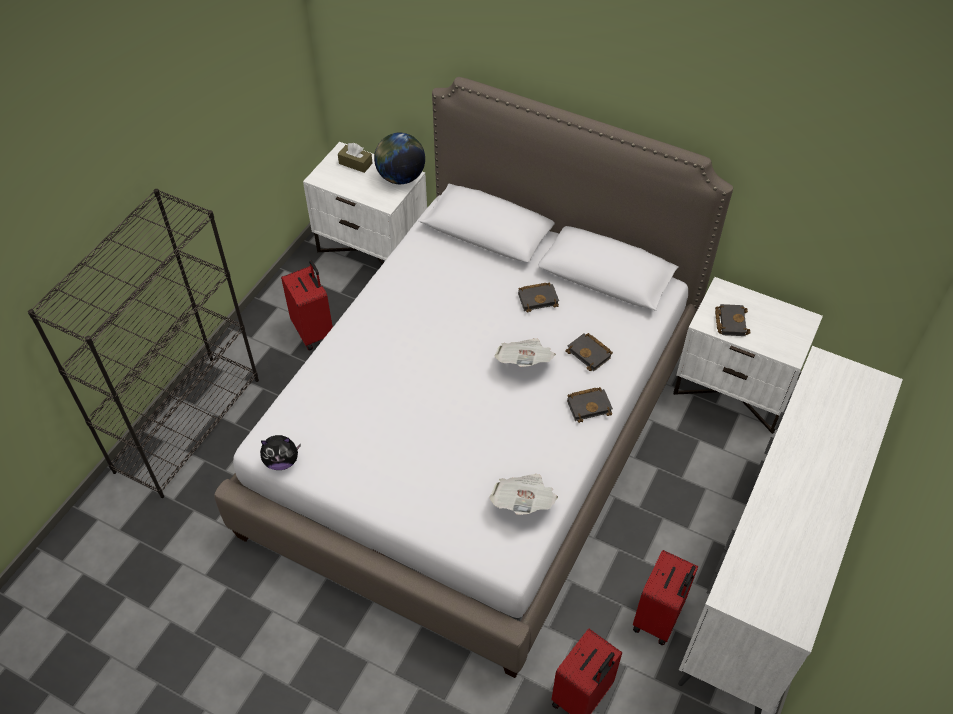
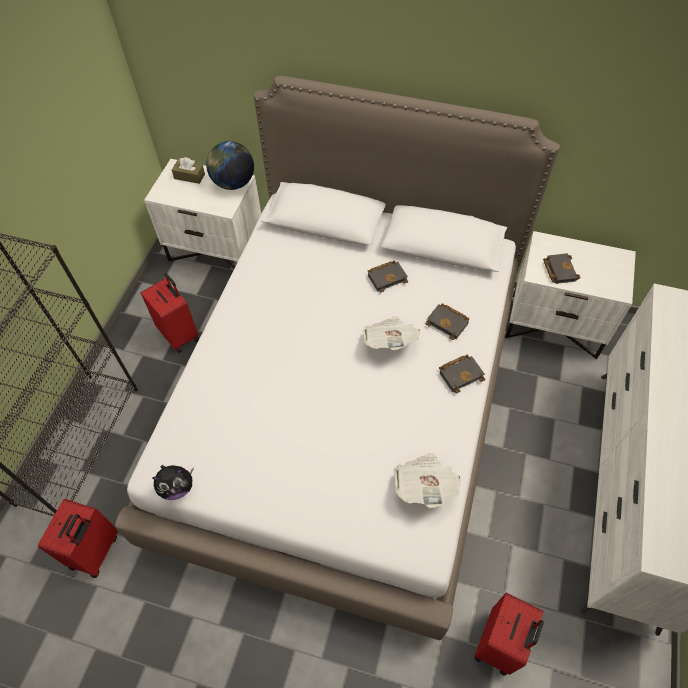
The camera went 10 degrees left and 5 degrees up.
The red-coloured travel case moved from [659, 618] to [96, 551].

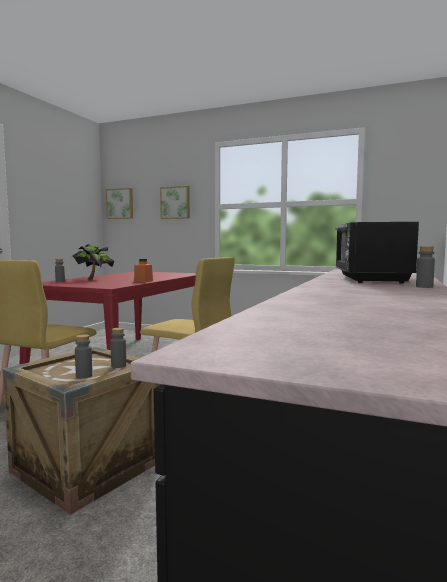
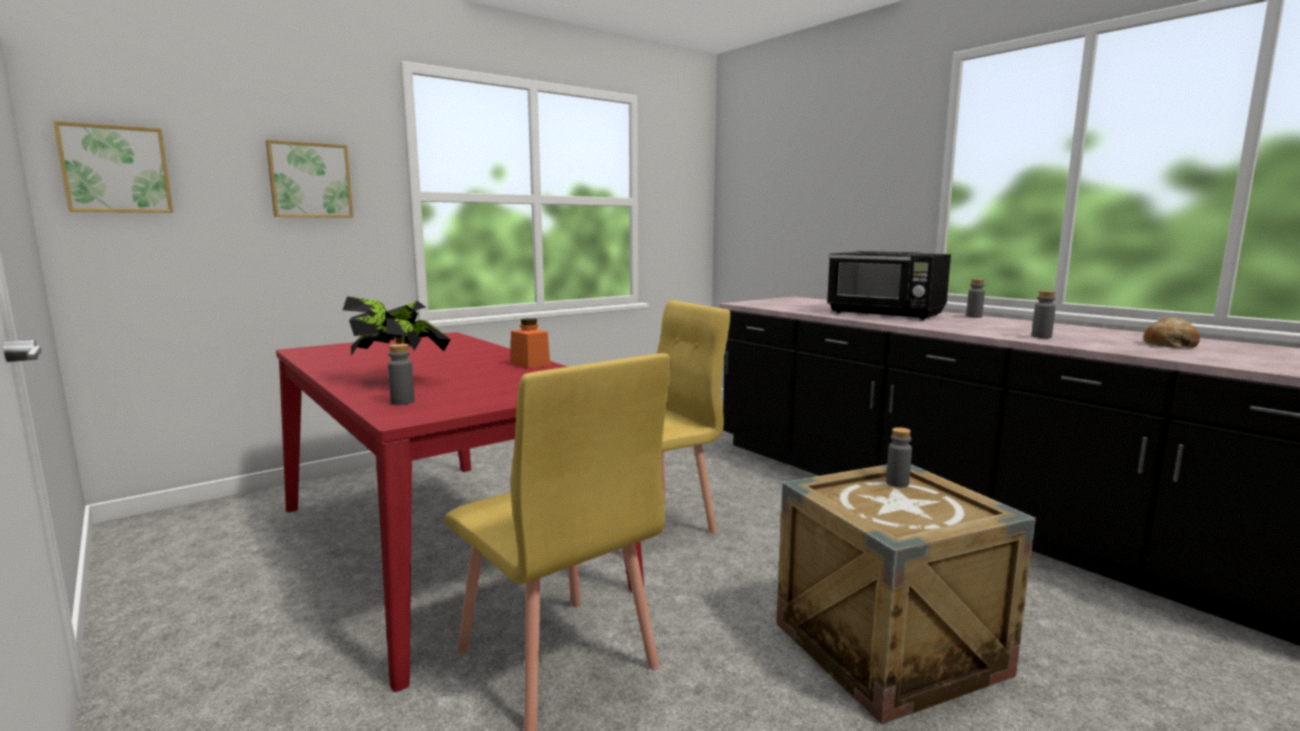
The camera went 60 degrees left and 5 degrees up.
The grey beverage bottle moved from [84, 375] to [1041, 337].
The baked bread at [1169, 344] appeared.

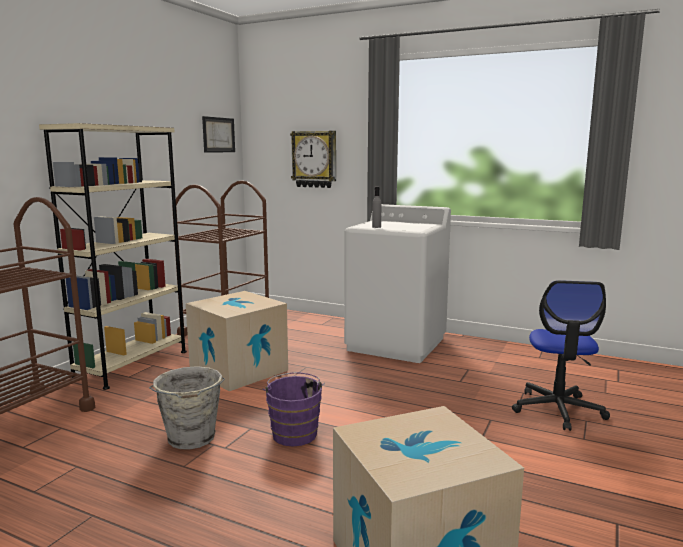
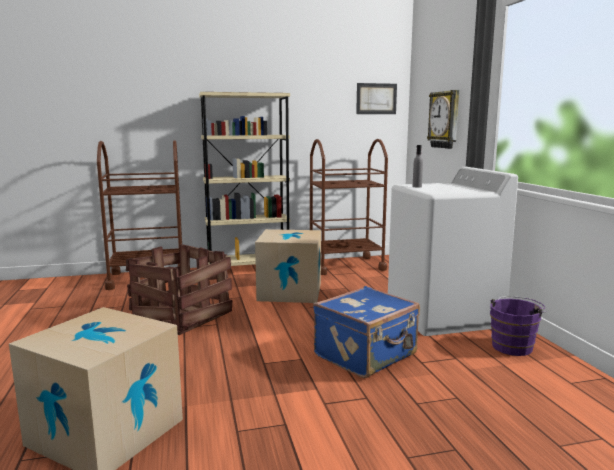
The camera went 50 degrees right and 0 degrees up.
The desk chair at [558, 410] disappeared.
The grey bucket at [191, 439] was replaced by the shipping crate at [182, 316].
The purple bucket moved from [294, 433] to [513, 346].
The blue travel case at [367, 355] appeared.

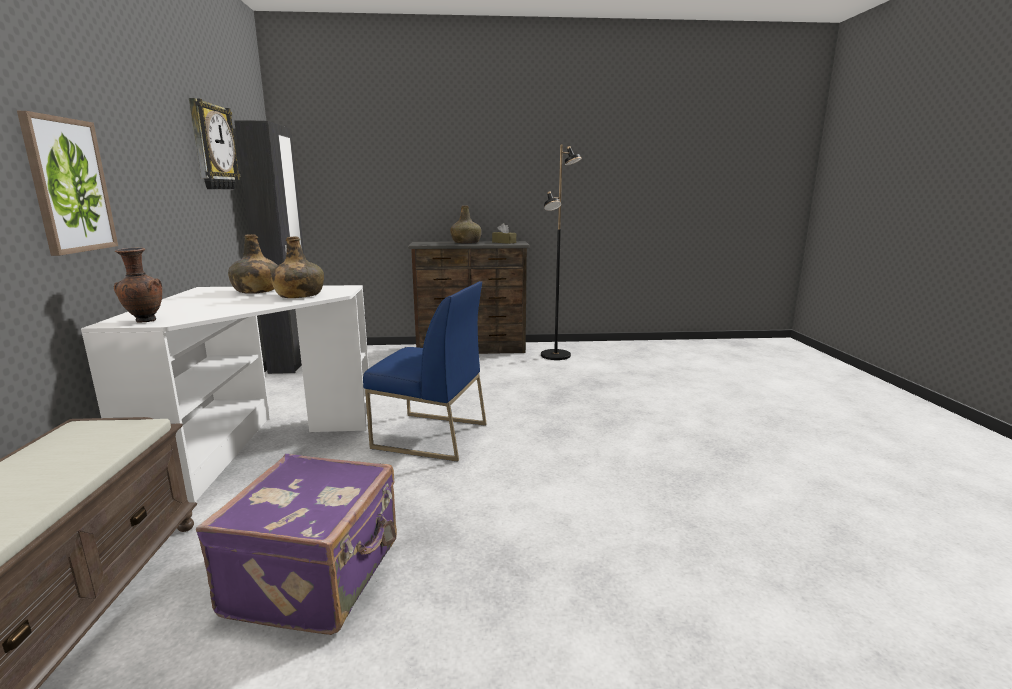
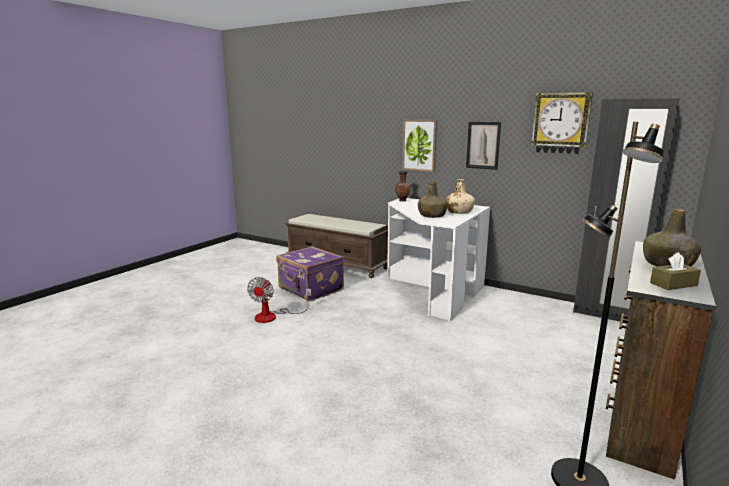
The camera went 125 degrees right and 0 degrees up.
The green-coloured beverage bottle at [256, 291] became the beige-coloured beverage bottle at [459, 212].
The blue chair at [429, 436] disappeared.
The picture at [483, 145] appeared.
The electric fan at [273, 316] appeared.

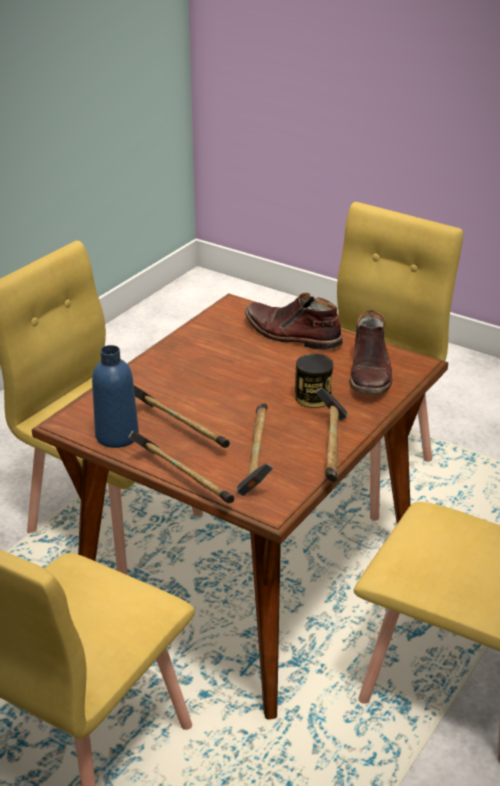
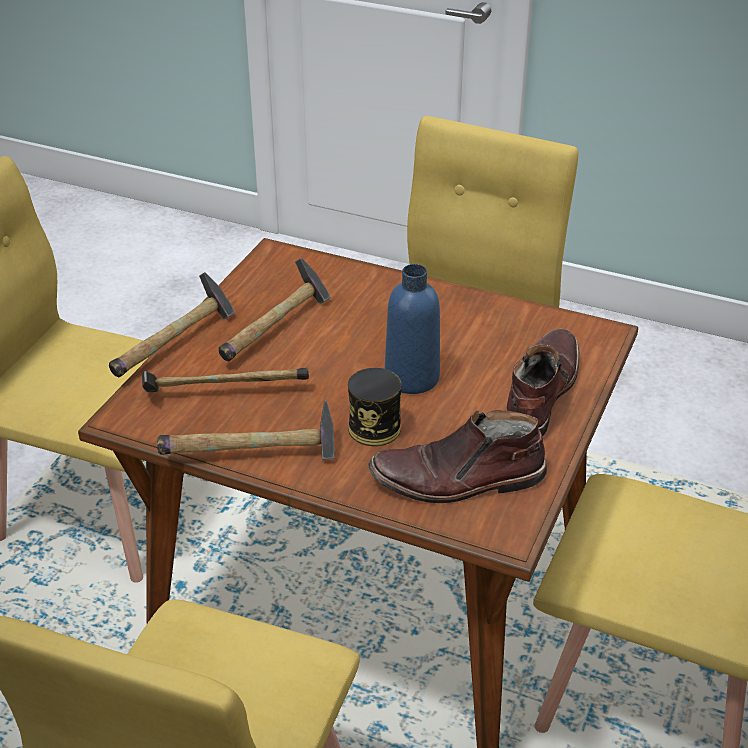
The camera went 80 degrees right and 5 degrees up.
The blue beverage bottle moved from [117, 436] to [412, 378].

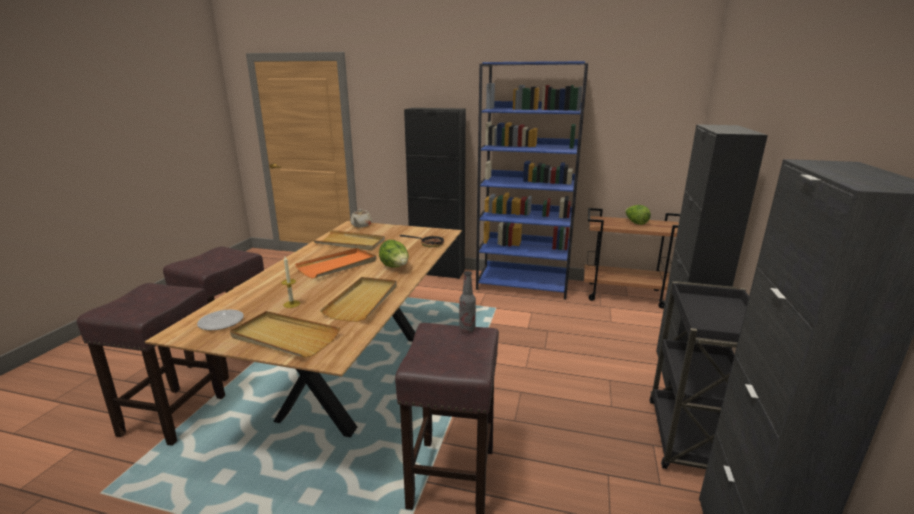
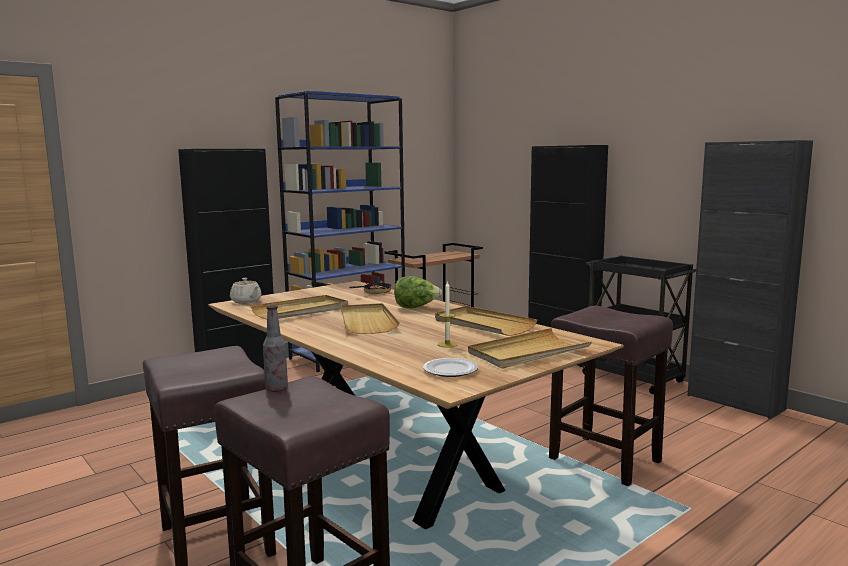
The camera went 55 degrees left and 10 degrees down.
The lettuce head at [635, 223] disappeared.
The orange-coloured carrying tray at [338, 265] became the beige-coloured carrying tray at [367, 321].
The beverage bottle moved from [467, 330] to [276, 389].

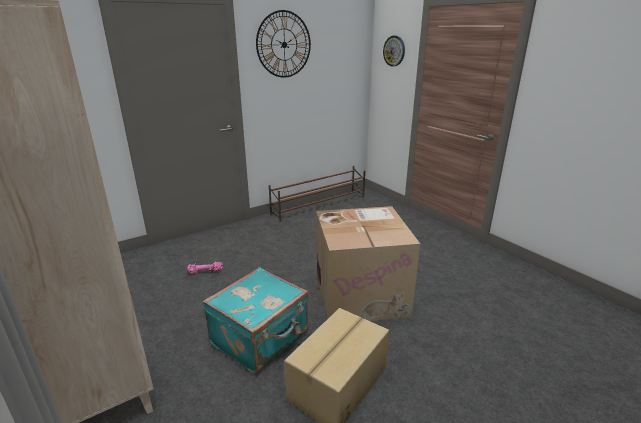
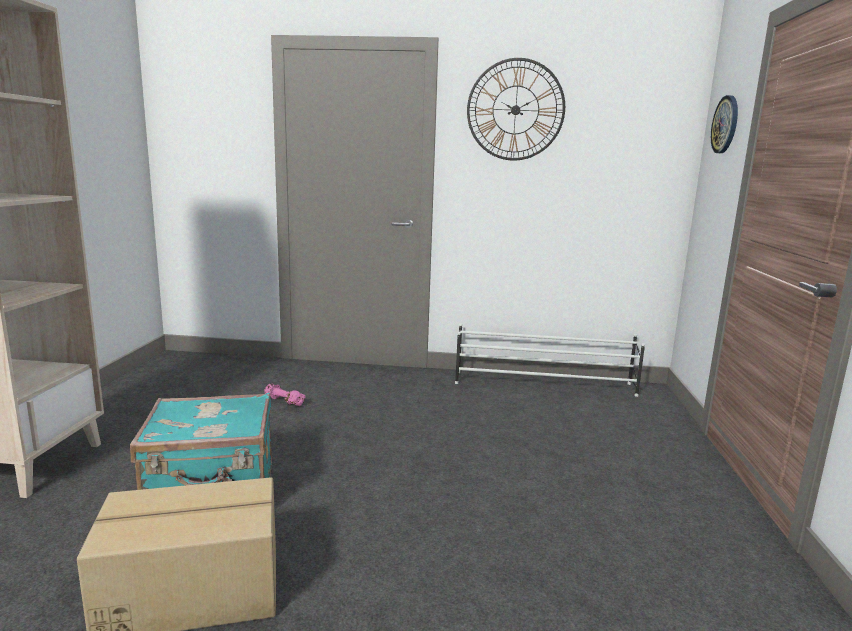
The camera went 40 degrees right and 10 degrees down.
The brown-coloured shoe rack at [319, 205] became the whitish shoe rack at [544, 384].
The packing box at [361, 294] disappeared.

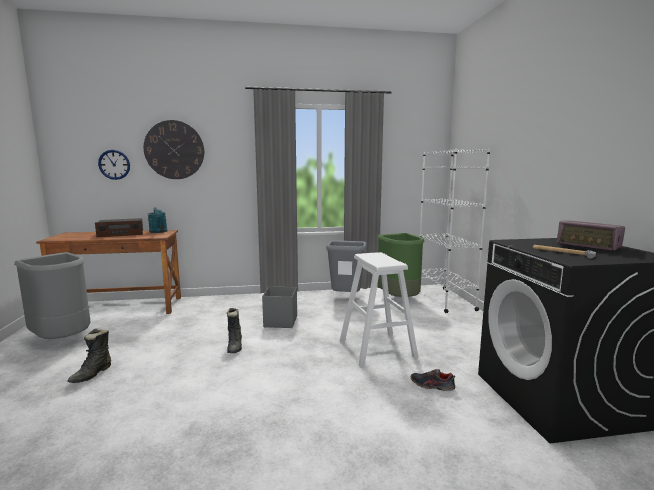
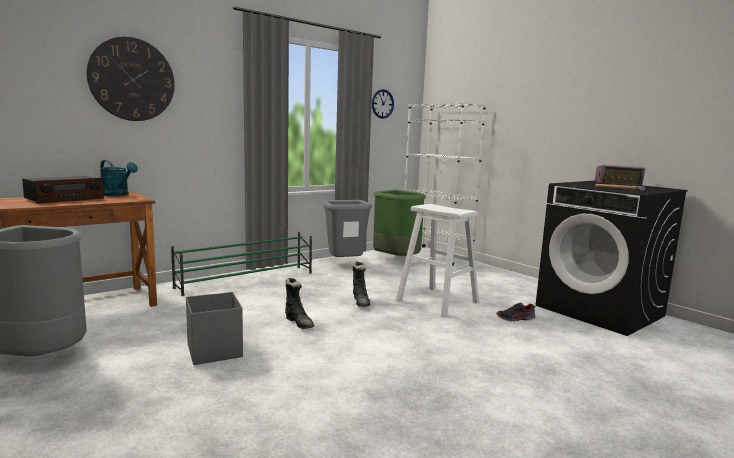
The camera went 30 degrees left and 0 degrees up.
The hanging clock moved from [114, 164] to [382, 104].
The grey storage container moved from [281, 321] to [215, 350].
The black tall boot moved from [92, 374] to [361, 302].
The green-coloured shoe rack at [247, 280] appeared.

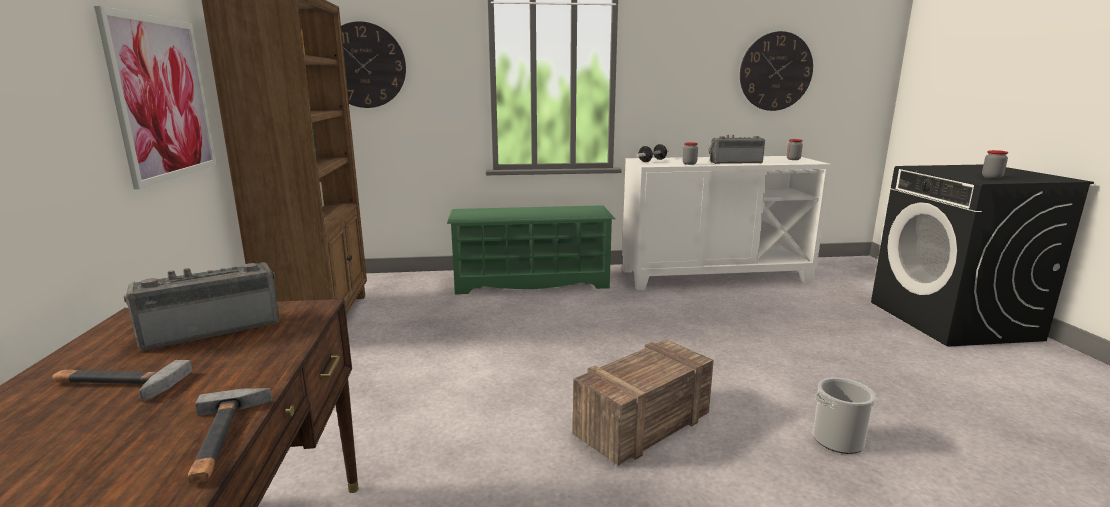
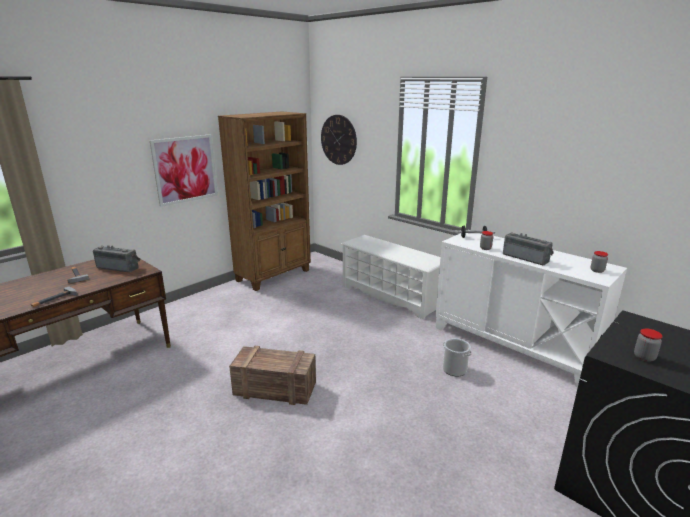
The camera went 50 degrees right and 5 degrees up.
The hanging clock at [775, 71] disappeared.
The green-coloured shoe rack at [531, 282] became the whitish shoe rack at [391, 296].
The bucket moved from [837, 440] to [454, 369].

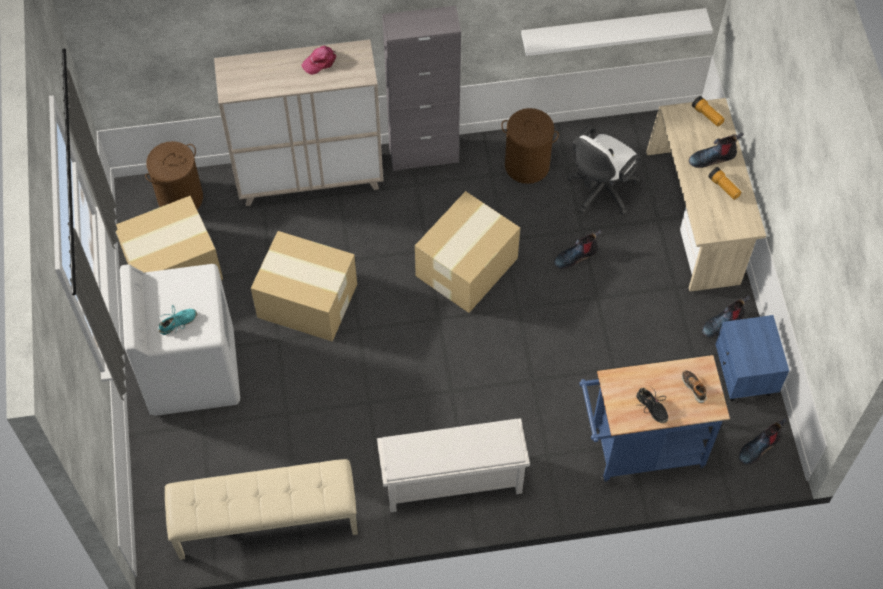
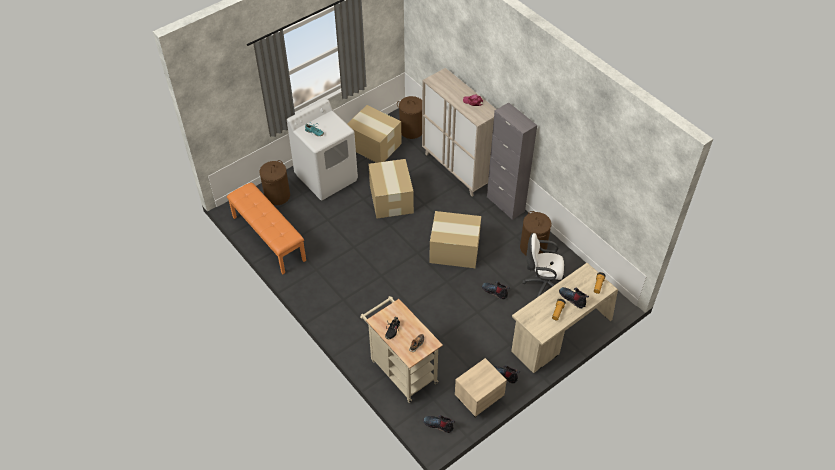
The camera went 60 degrees right and 10 degrees down.
The whitish shelf at [612, 29] disappeared.
The blue nightstand at [744, 375] became the beige-coloured nightstand at [478, 399].
The blue wheeled cart at [639, 449] became the beige-coloured wheeled cart at [401, 369].
The whitish shoe rack at [451, 483] disappeared.
The beige-coloured indoor bench at [266, 523] became the orange-coloured indoor bench at [268, 238].
The brown-coloured hamper at [277, 196] appeared.

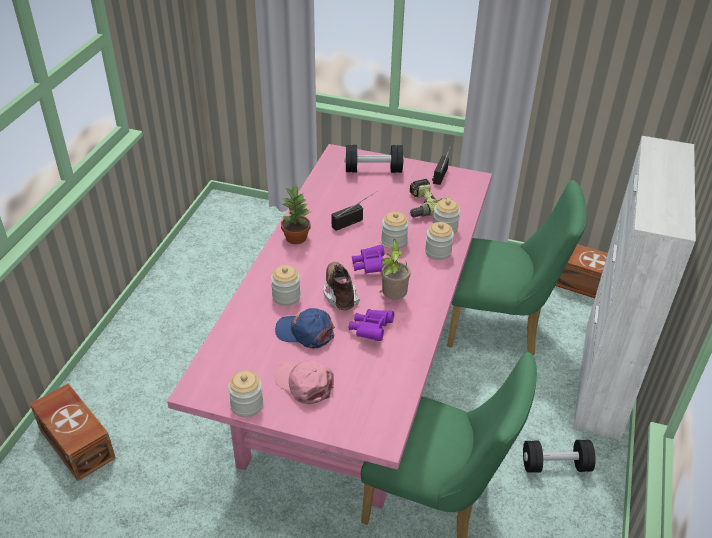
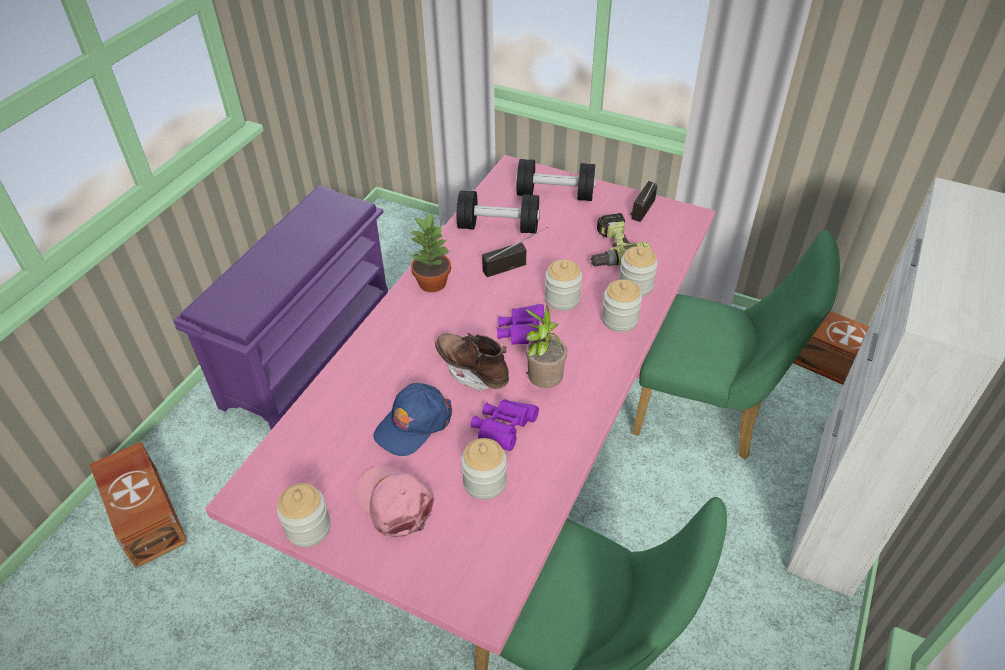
The camera went 10 degrees right and 5 degrees up.
The brown-coloured tall boot at [340, 294] turned 45 degrees counterclockwise.
The storage jar moved from [286, 296] to [484, 482].
The blue cap at [305, 332] turned 75 degrees counterclockwise.
The black dumbbell moved from [555, 465] to [498, 227].
The purple shoe rack at [309, 348] appeared.

